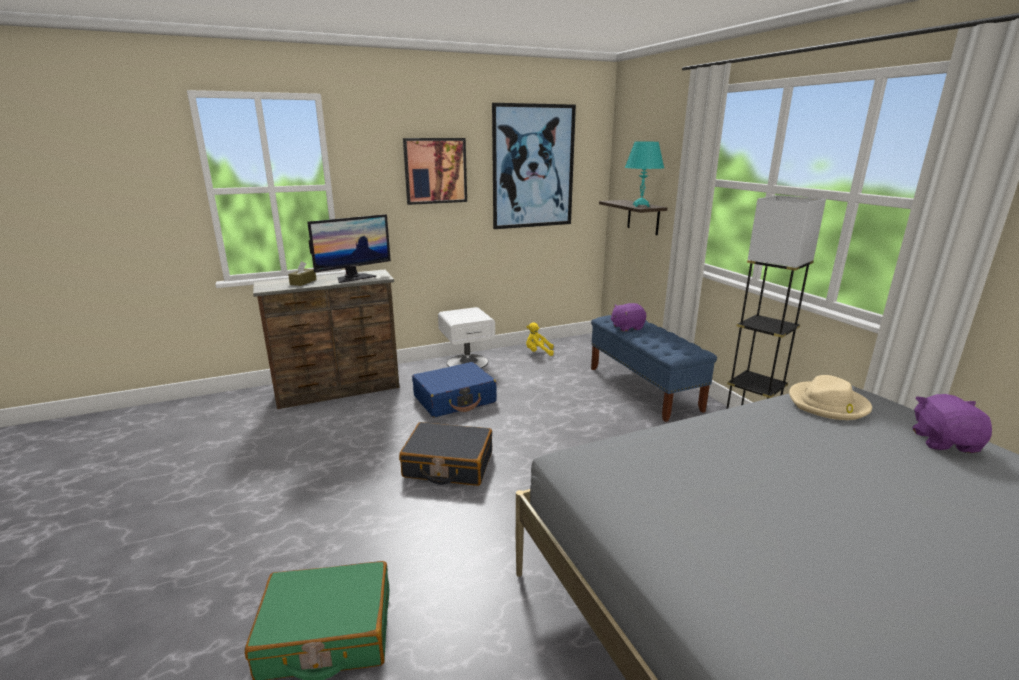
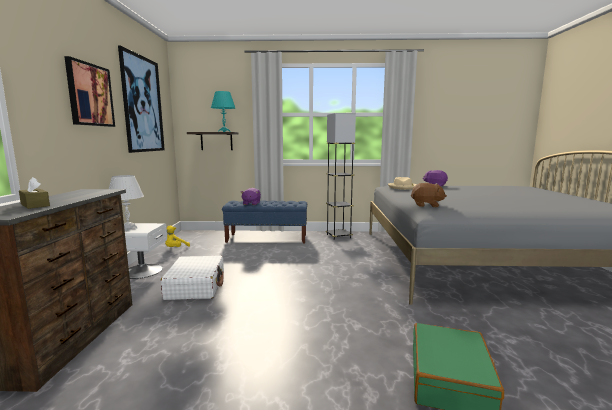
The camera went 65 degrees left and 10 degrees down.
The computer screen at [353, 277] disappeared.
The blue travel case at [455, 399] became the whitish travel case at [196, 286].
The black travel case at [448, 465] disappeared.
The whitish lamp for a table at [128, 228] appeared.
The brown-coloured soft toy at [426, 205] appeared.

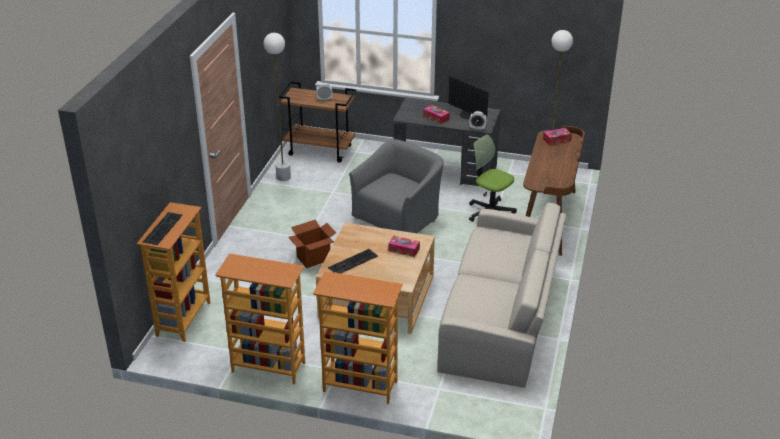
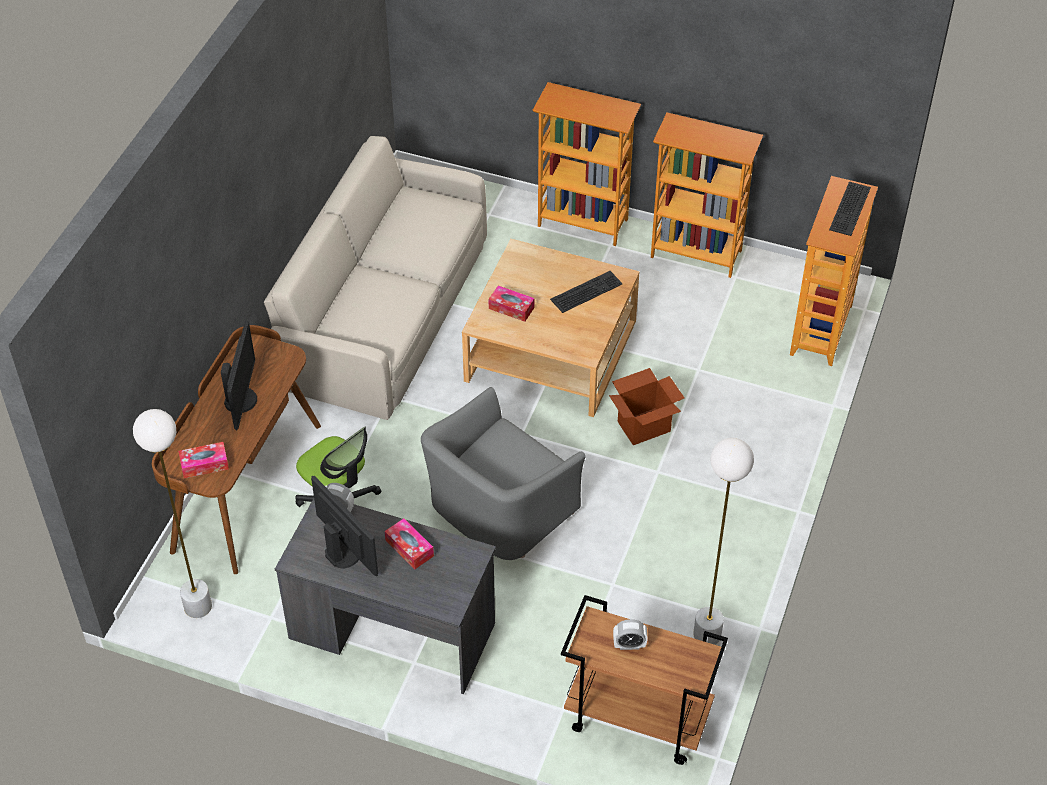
The camera went 175 degrees left and 15 degrees up.
The computer screen at [242, 400] appeared.

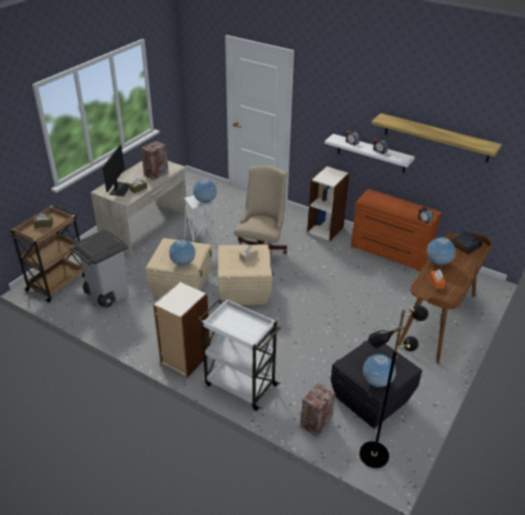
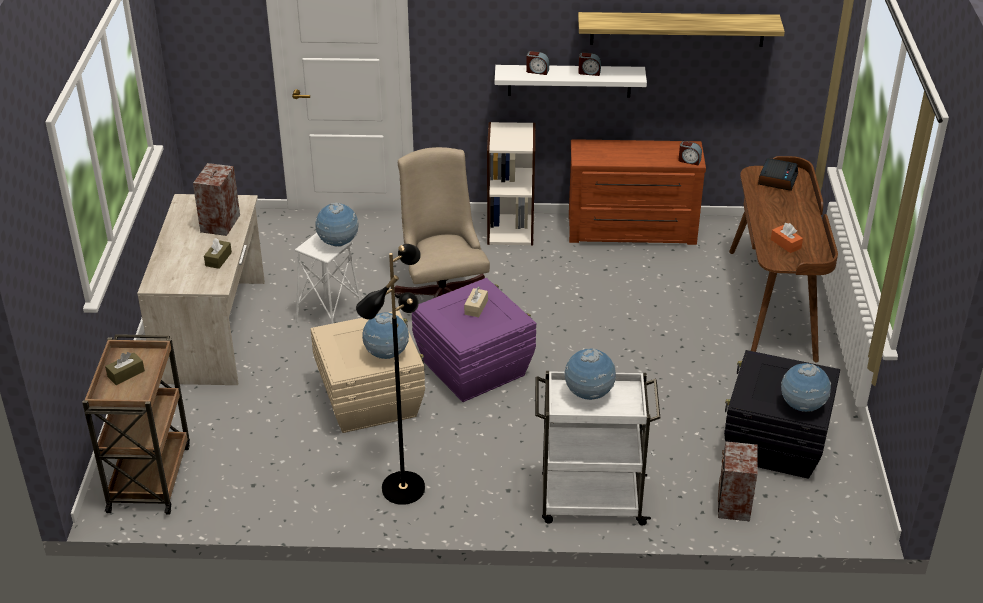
The camera went 30 degrees left and 0 degrees up.
The computer screen at [120, 189] disappeared.
The grey rubbish bin at [106, 294] disappeared.
The globe moved from [438, 263] to [589, 395].
The beige-coloured storage container at [245, 290] became the purple storage container at [474, 368].
The bookcase at [185, 359] disappeared.
The black standard lamp moved from [373, 454] to [402, 488].

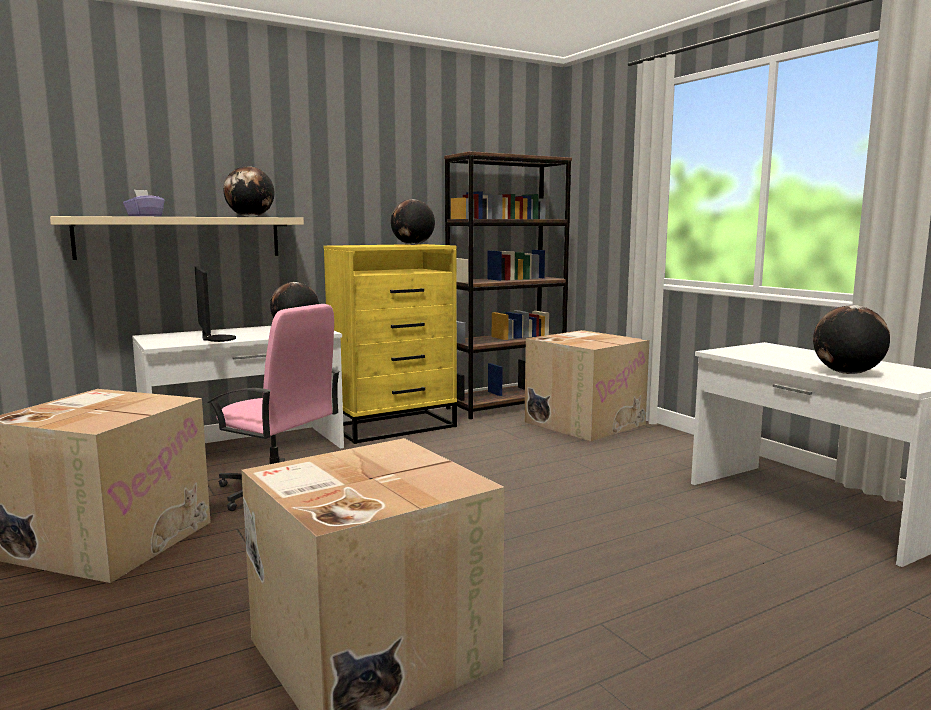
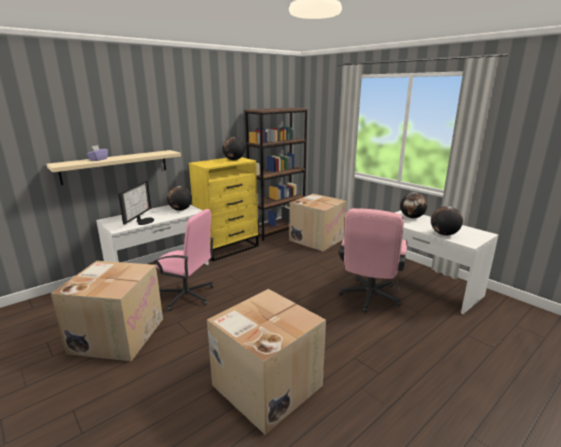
The camera went 10 degrees left and 10 degrees up.
The globe moved from [250, 217] to [412, 217].
The computer screen at [215, 339] turned 45 degrees clockwise.
The pink-coloured desk chair at [368, 299] appeared.

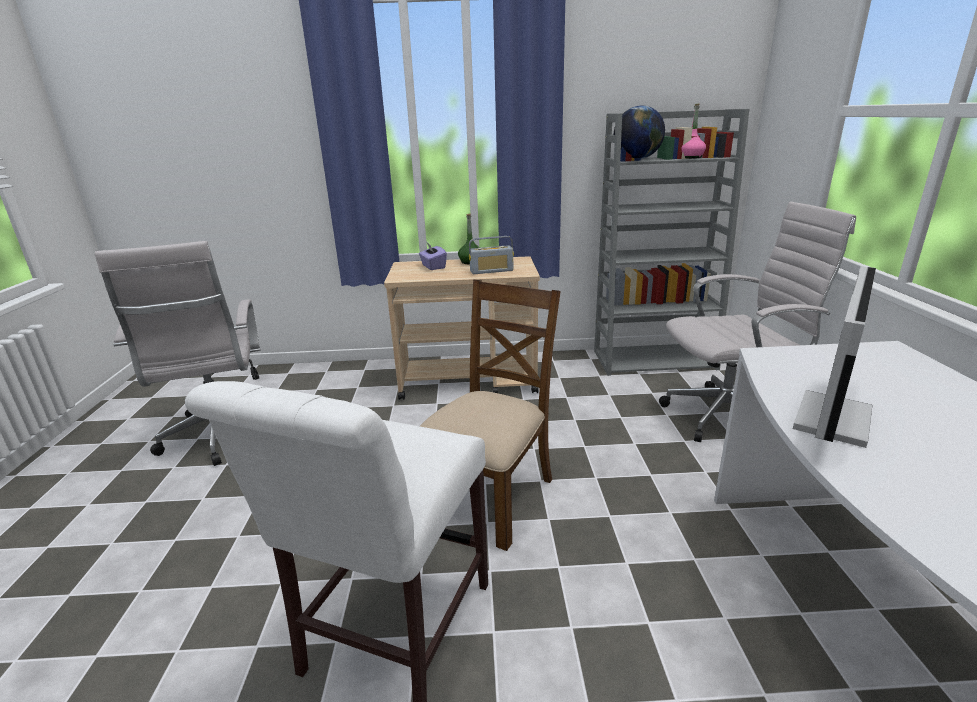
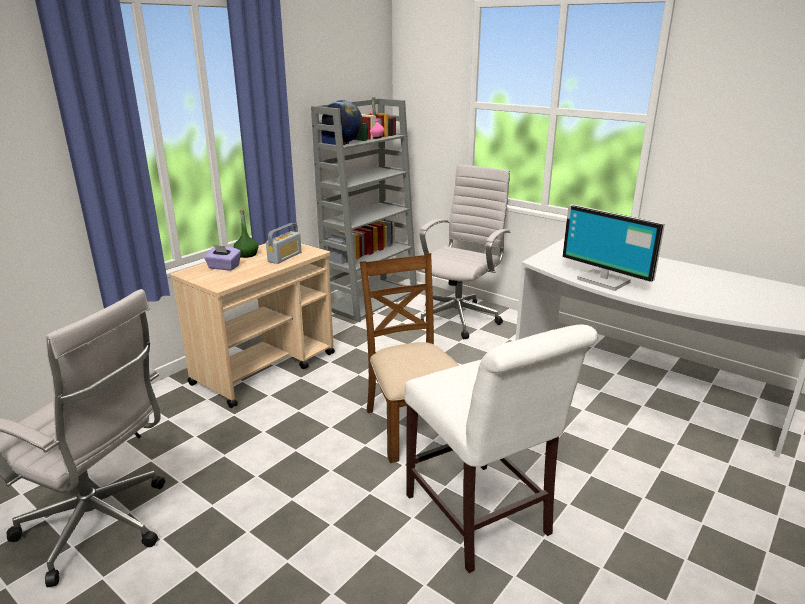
The camera went 50 degrees left and 0 degrees up.
The computer screen at [827, 418] turned 150 degrees clockwise.

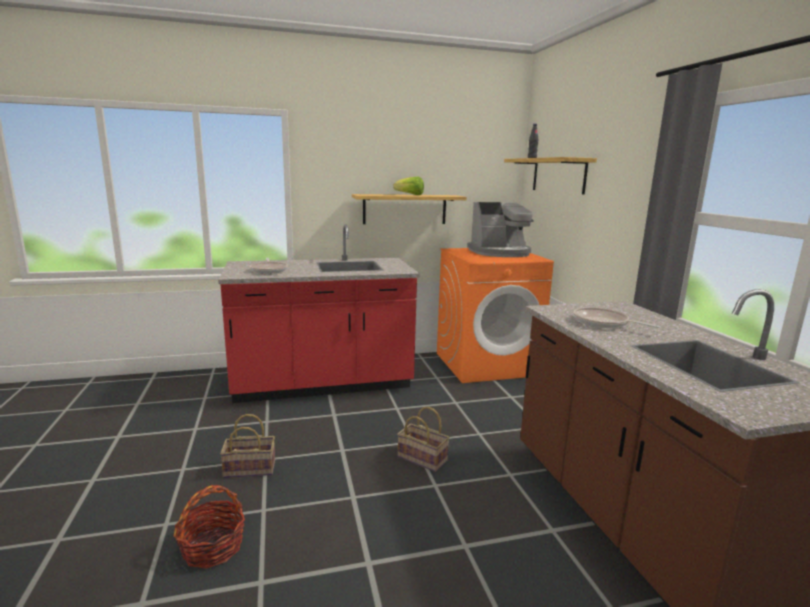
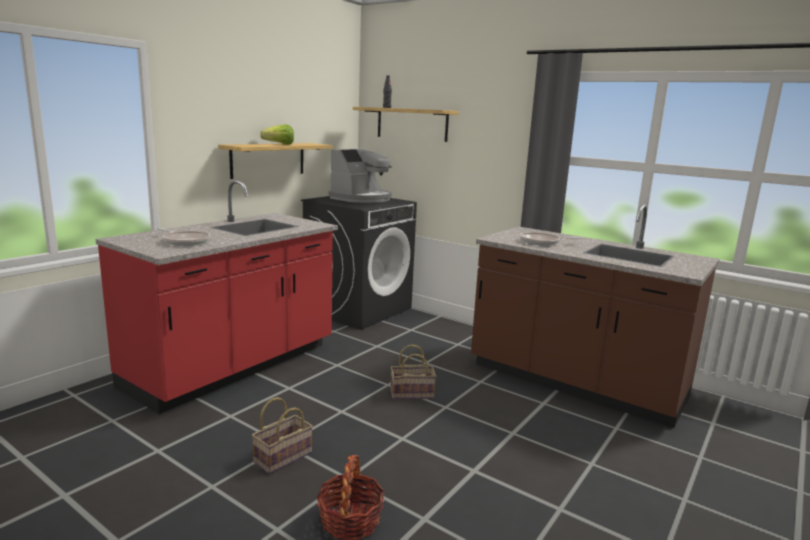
The camera went 40 degrees left and 0 degrees up.
The orange-coloured laundry appliance at [486, 364] became the black laundry appliance at [358, 309].

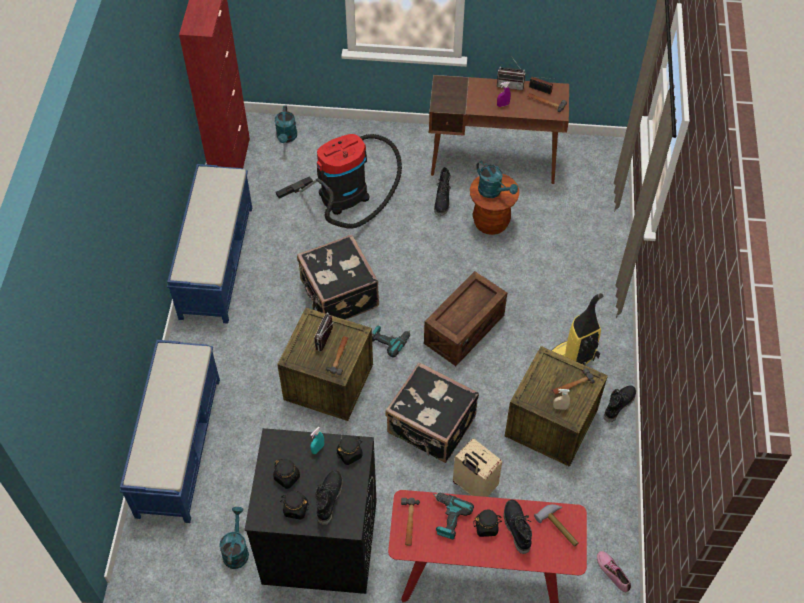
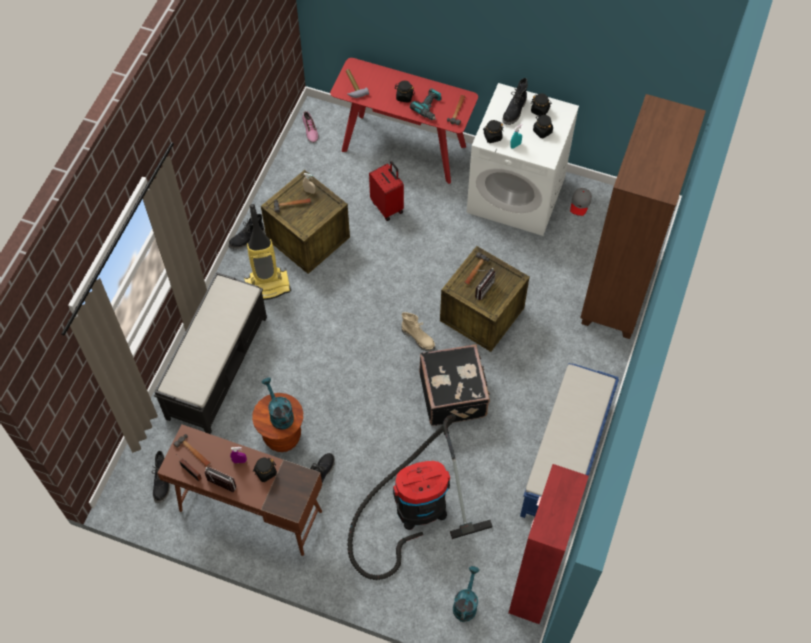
The camera went 165 degrees left and 5 degrees up.
The shipping crate at [464, 330] disappeared.
The power drill at [390, 341] was replaced by the beige-coloured tall boot at [418, 338].
The blue indoor bench at [179, 445] was replaced by the brown-coloured bookcase at [617, 290].
The black travel case at [431, 426] disappeared.
The black laundry appliance at [319, 542] became the whitish laundry appliance at [517, 195].
The beige-coloured travel case at [473, 486] became the red-coloured travel case at [388, 206].
The black tall boot moved from [516, 528] to [163, 483].
The blue-green watering can at [236, 549] was replaced by the grey cap at [580, 203].
The black indoor bench at [217, 366] appeared.
The black storage jar at [265, 472] appeared.

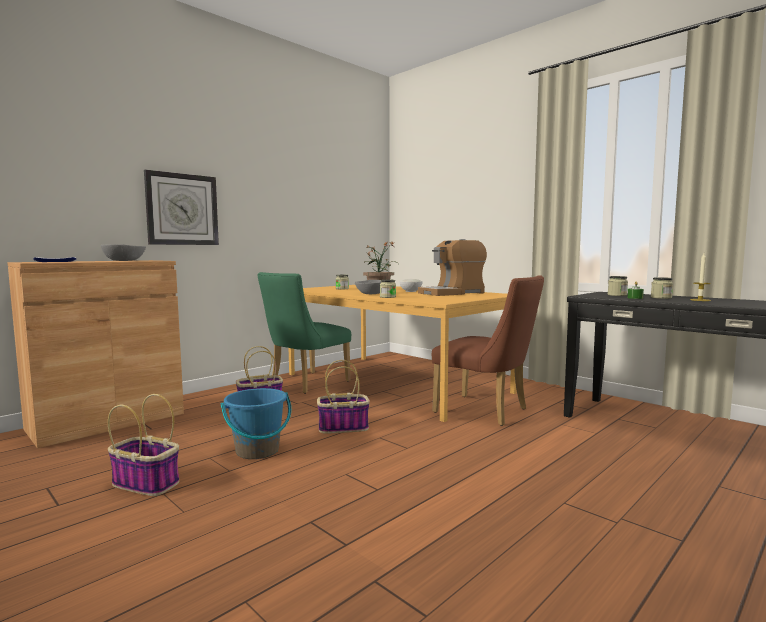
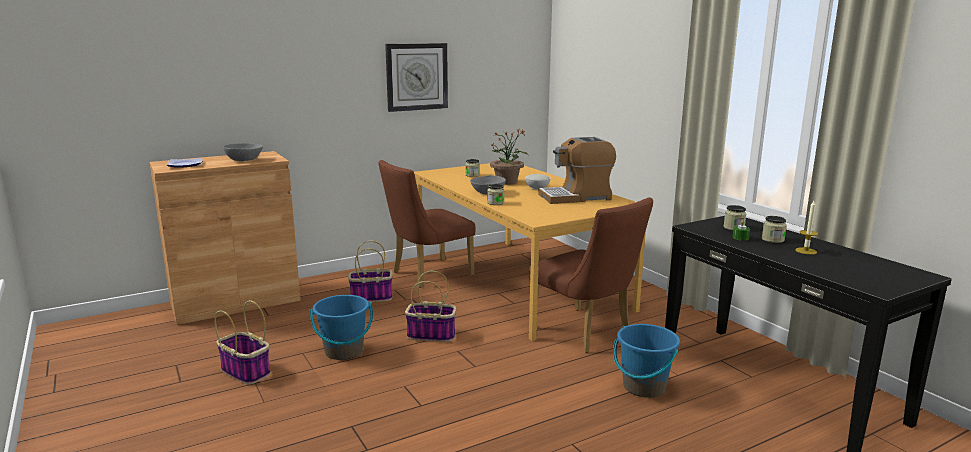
The camera went 15 degrees right and 10 degrees up.
The hanging clock moved from [182, 209] to [416, 77].
The green-coloured chair at [305, 384] became the brown-coloured chair at [427, 274].
The blue bucket at [643, 387] appeared.

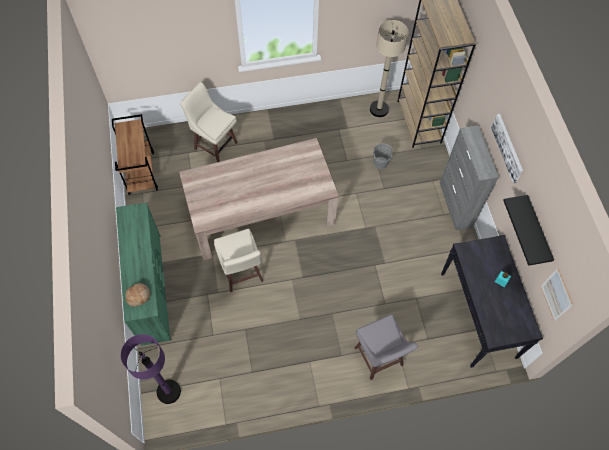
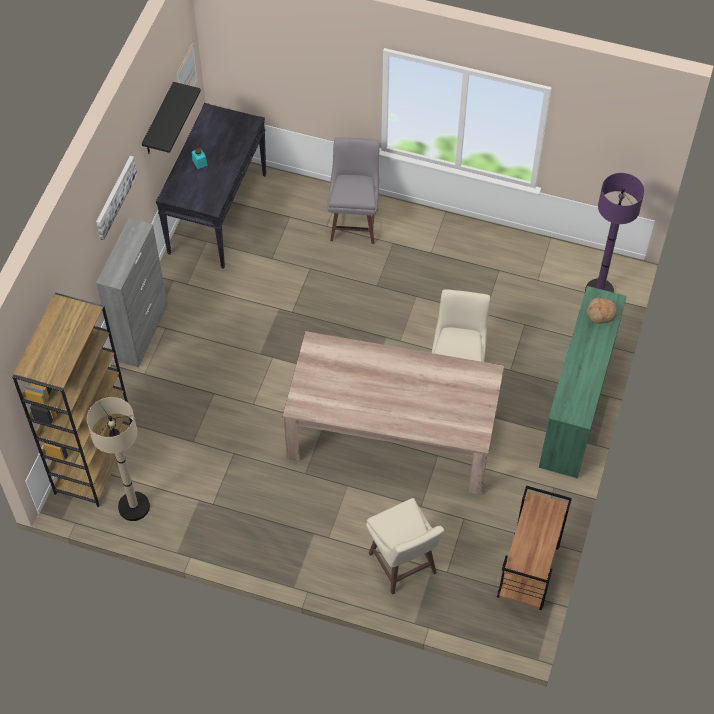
The camera went 150 degrees left and 5 degrees down.
The grey bucket at [380, 163] disappeared.

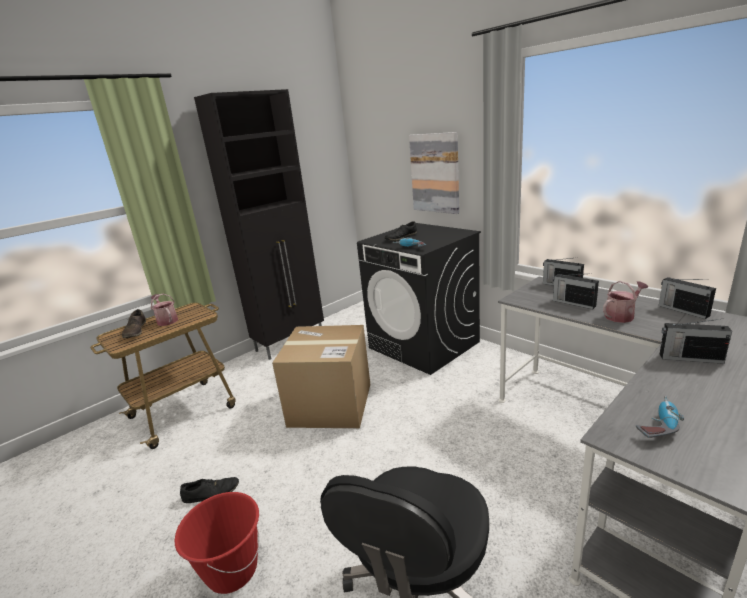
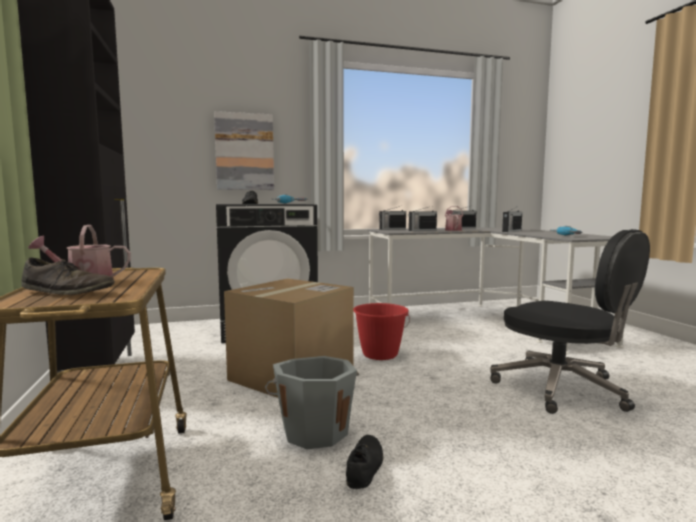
The camera went 65 degrees left and 15 degrees down.
The red-coloured bucket moved from [232, 570] to [380, 354].
The grey bucket at [314, 431] appeared.

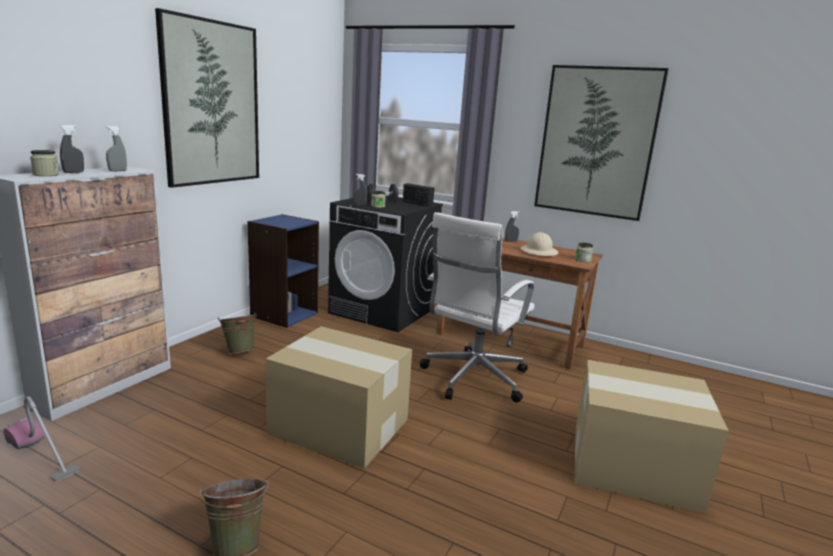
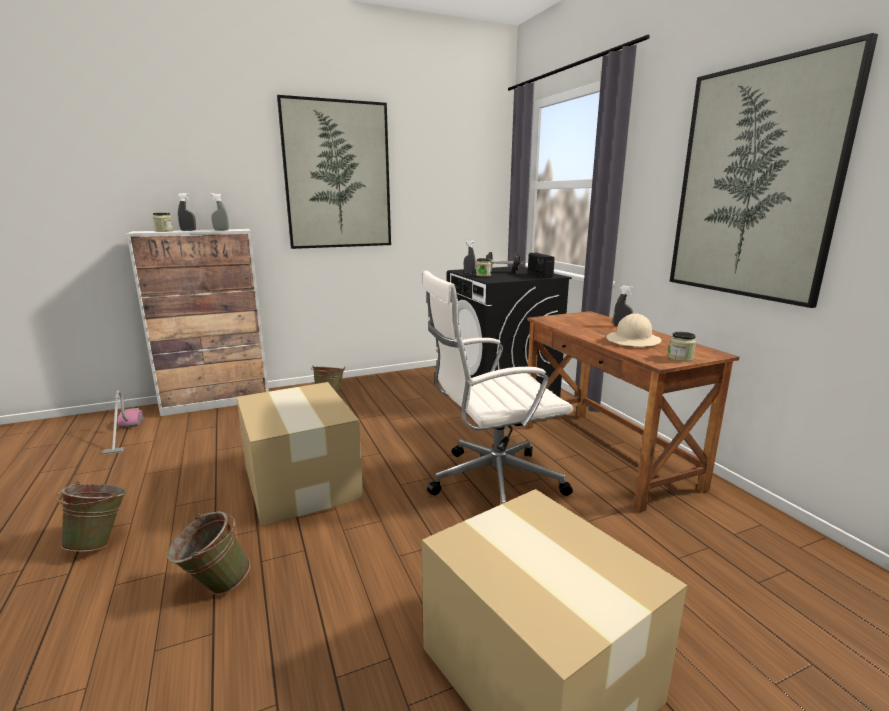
The camera went 40 degrees right and 0 degrees up.
The blue bookcase at [284, 314] disappeared.
The green-coloured bucket at [213, 586] appeared.

